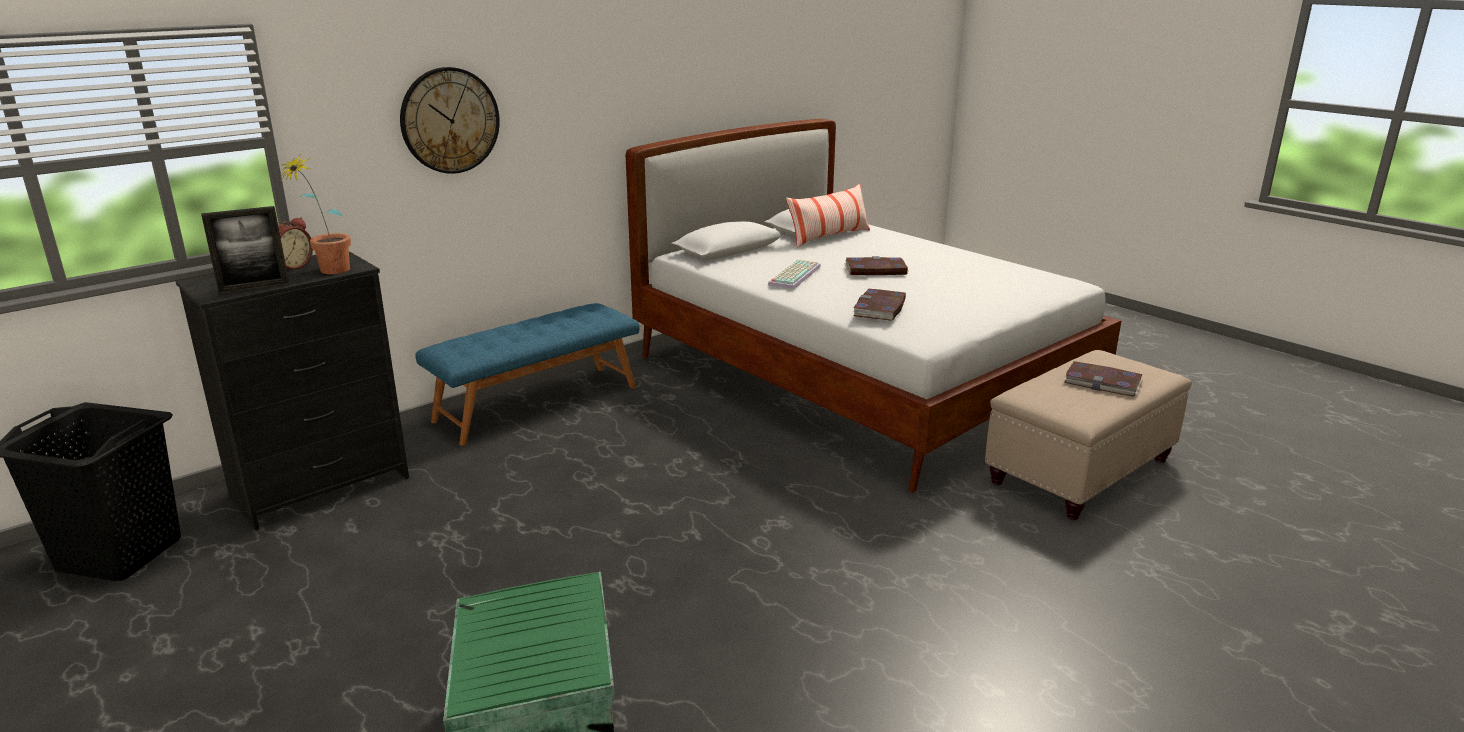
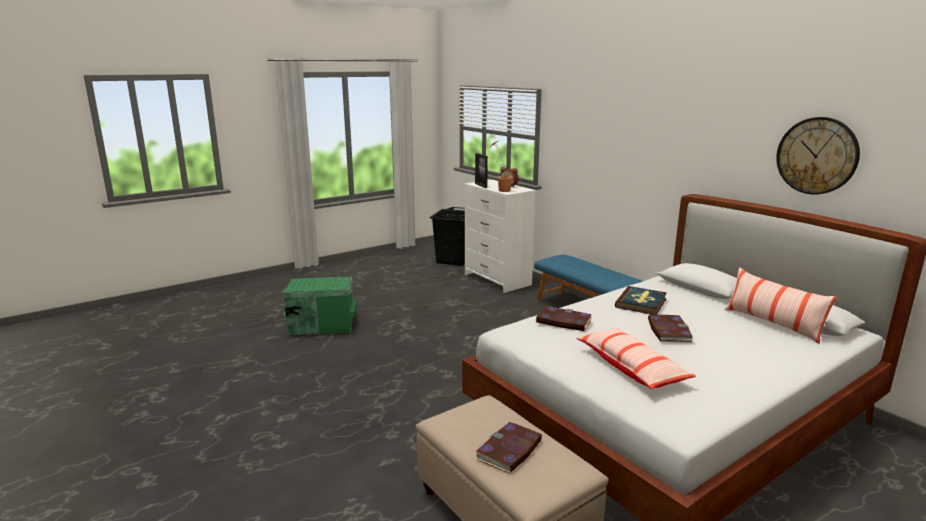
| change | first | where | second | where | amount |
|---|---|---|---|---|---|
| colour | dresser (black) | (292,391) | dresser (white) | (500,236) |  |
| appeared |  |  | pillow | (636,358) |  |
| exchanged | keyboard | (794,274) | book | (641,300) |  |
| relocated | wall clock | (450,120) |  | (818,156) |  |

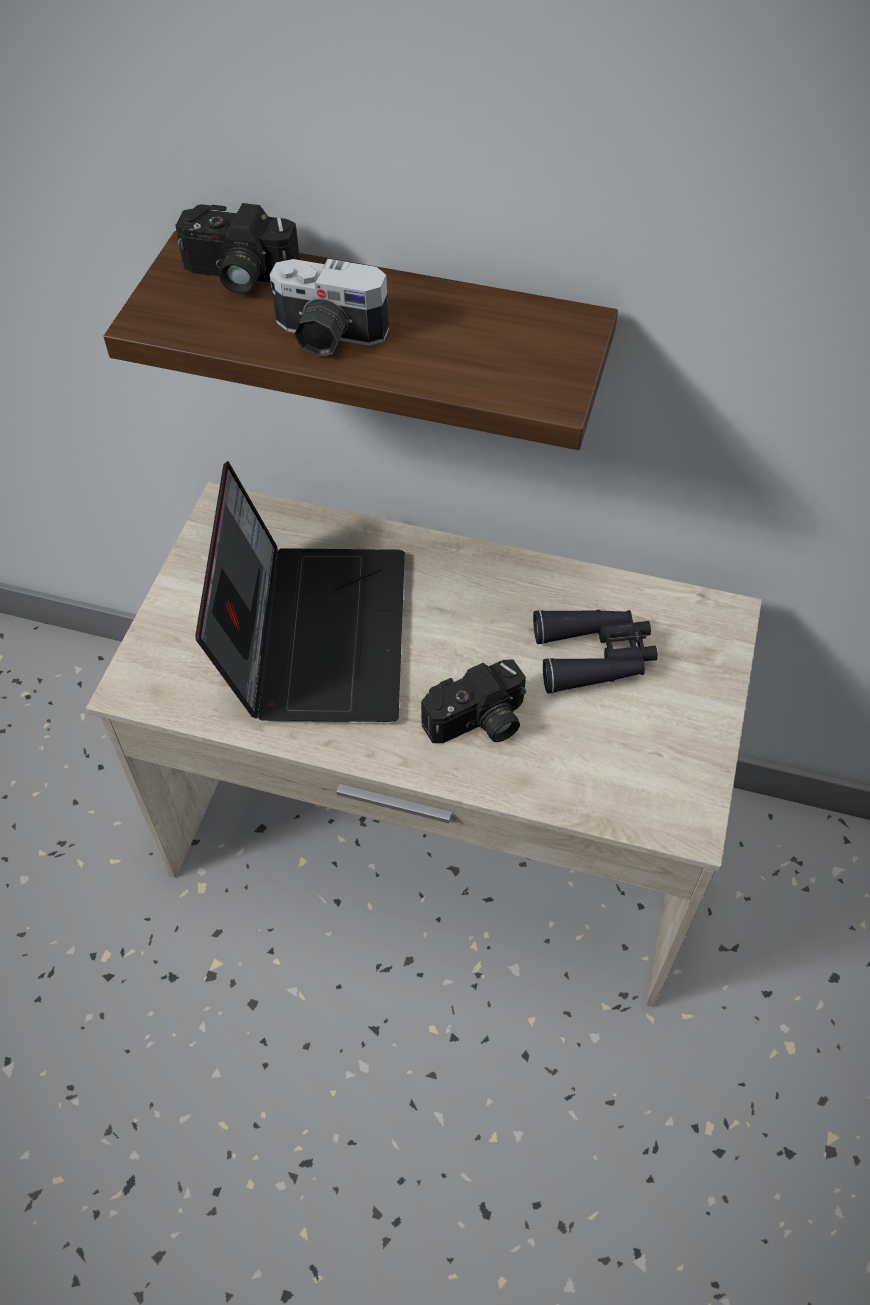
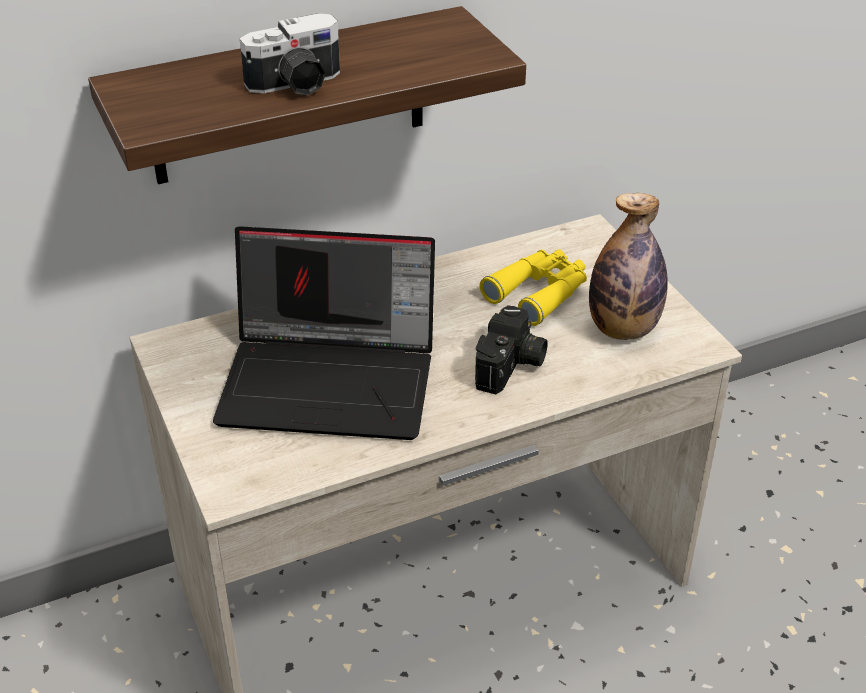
| change | first | where | second | where | amount |
|---|---|---|---|---|---|
| spun | laptop | (300,591) |  | (324,333) | 135 degrees clockwise |
| colour | binoculars (black) | (595,652) | binoculars (yellow) | (533,287) |  |
| appeared |  |  | bottle | (628,266) |  |
| missing | photo camera | (237,248) |  |  |  |

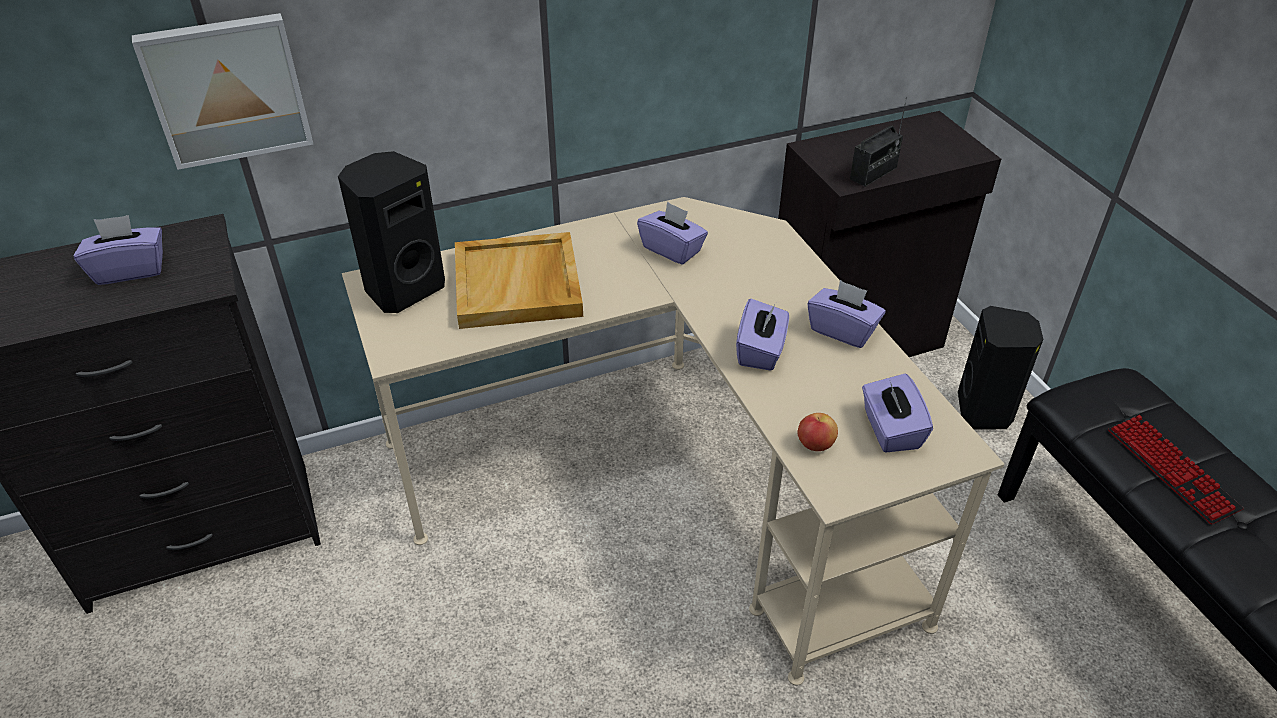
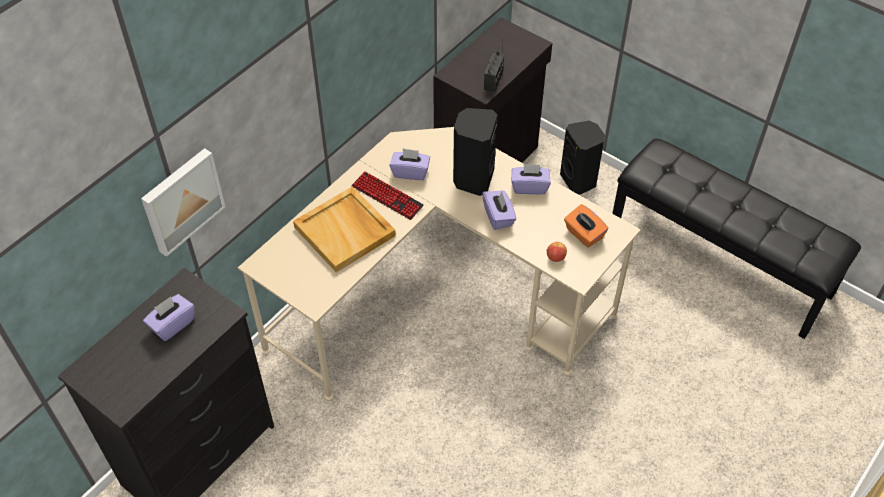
| change | first | where | second | where | amount |
|---|---|---|---|---|---|
| relocated | keyboard | (1176,469) |  | (387,195) |  |
| relocated | speaker (black) | (391,232) |  | (475,152) |  |
| colour | tissue box (purple) | (897,413) | tissue box (orange) | (586,226) |  |

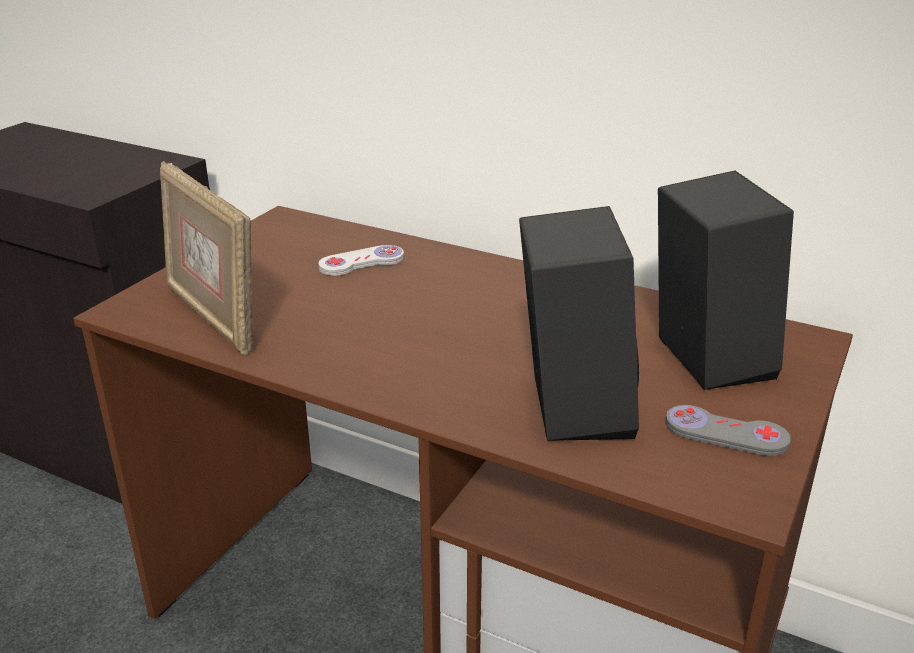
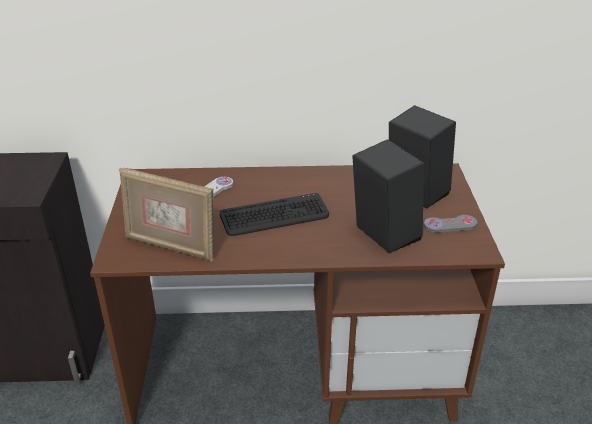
| change | first | where | second | where | amount |
|---|---|---|---|---|---|
| appeared |  |  | keyboard | (274,214) |  |

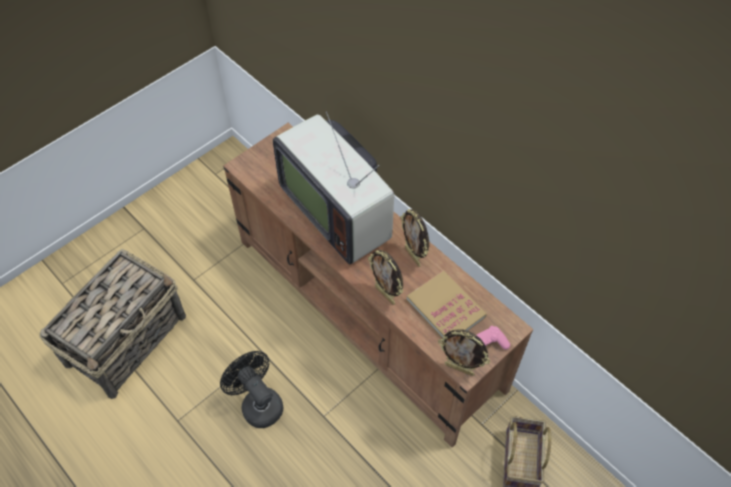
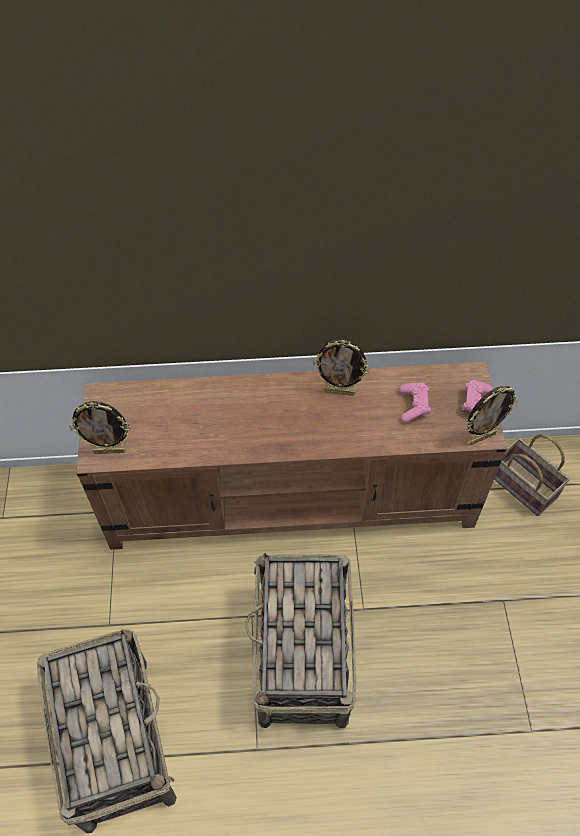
| change | first | where | second | where | amount |
|---|---|---|---|---|---|
| relocated | picture frame | (386,277) |  | (100,427) |  |
| exchanged | fan (black) | (251,389) | basket | (300,640) |  |
| exchanged | book | (447,304) | game controller (pink) | (415,403) |  |
| missing | television | (333,187) |  |  |  |

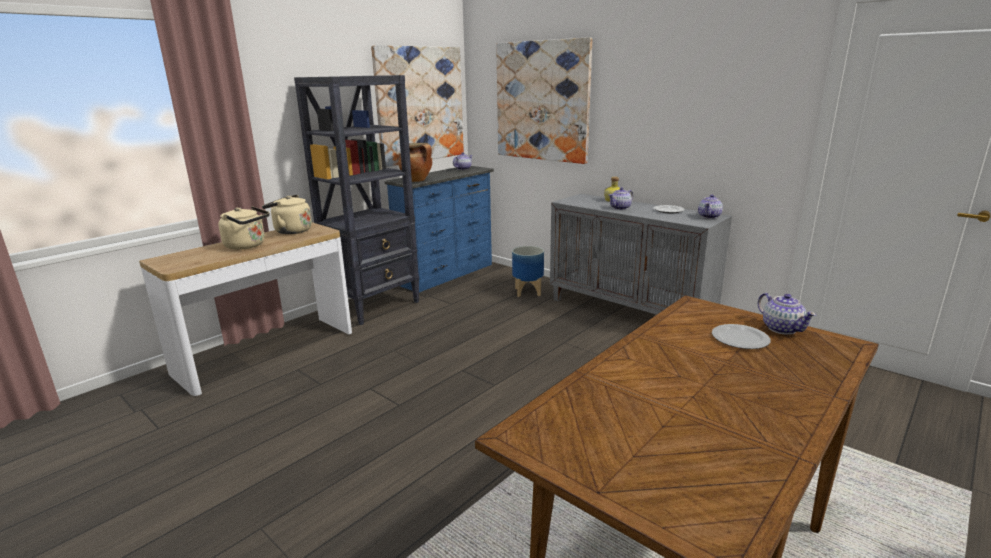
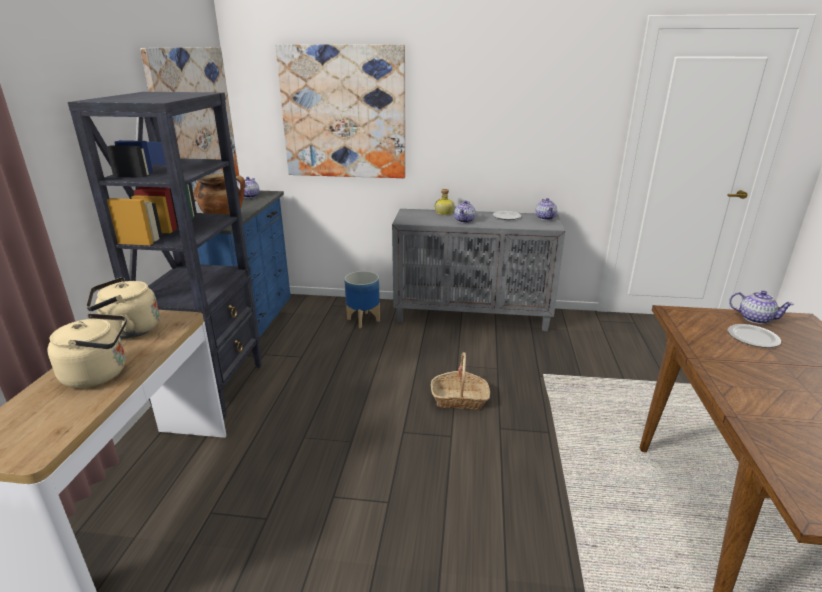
| change | first | where | second | where | amount |
|---|---|---|---|---|---|
| appeared |  |  | basket | (460,380) |  |

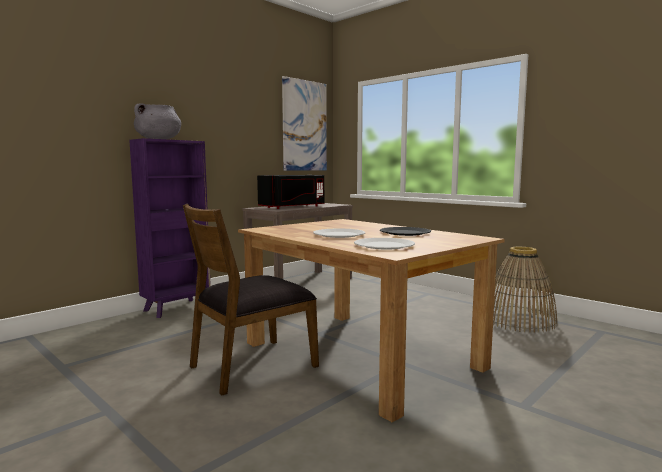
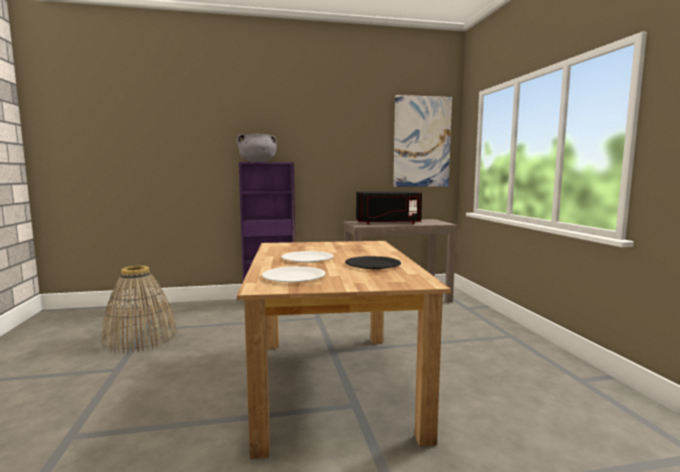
| change | first | where | second | where | amount |
|---|---|---|---|---|---|
| relocated | basket | (525,290) |  | (139,309) |  |
| missing | chair (brown) | (251,299) |  |  |  |

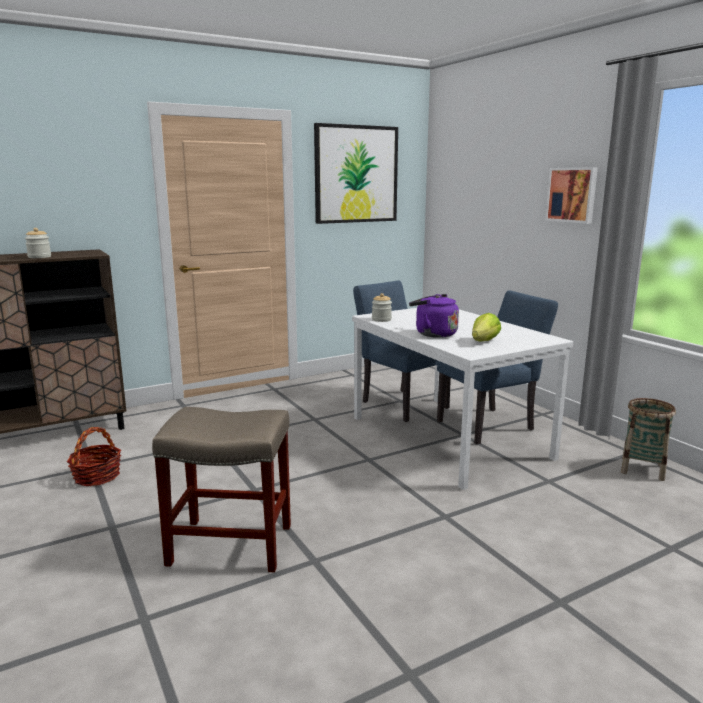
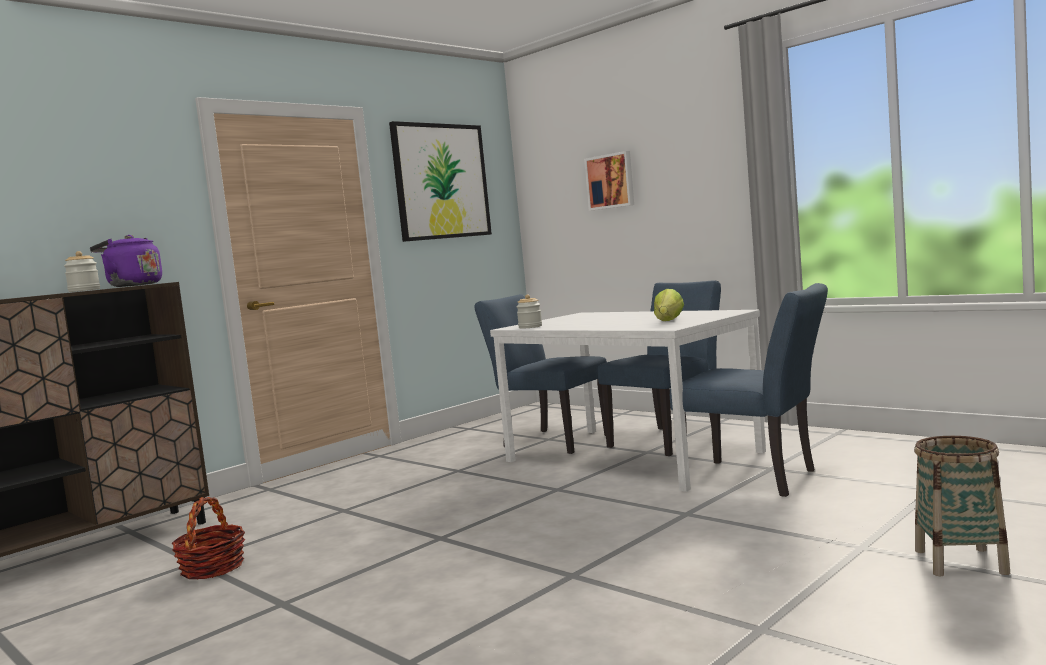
| change | first | where | second | where | amount |
|---|---|---|---|---|---|
| relocated | kettle (purple) | (434,316) |  | (126,261) |  |
| relocated | picture | (571,195) |  | (609,181) |  |
| appeared |  |  | chair (blue) | (749,390) |  |
| relocated | basket | (648,439) |  | (962,506) |  |
| missing | stool (beige) | (221,489) |  |  |  |

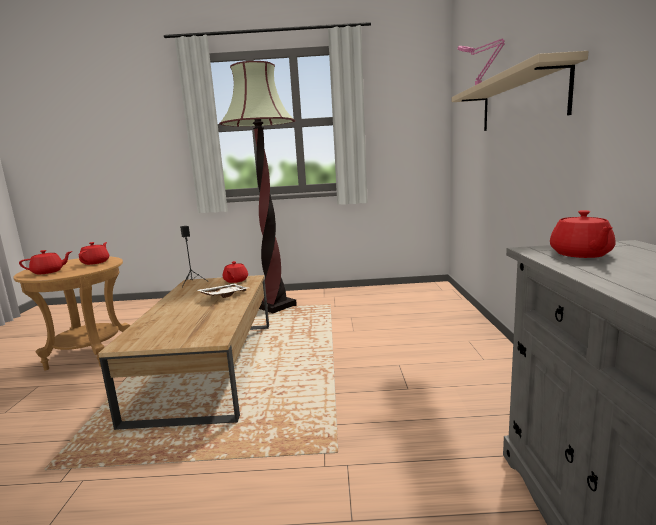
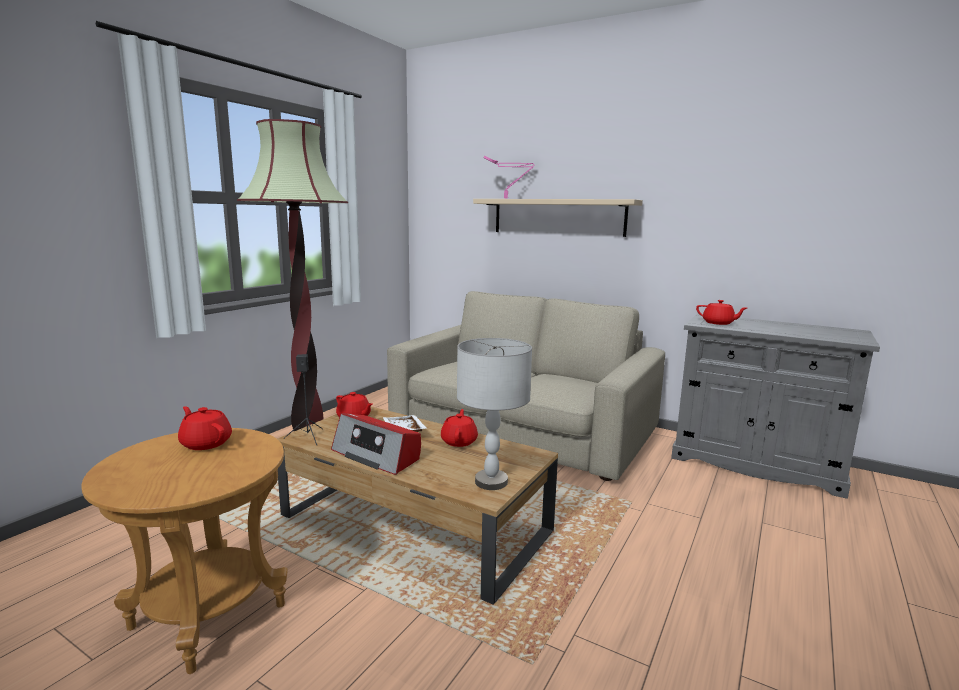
| change | first | where | second | where | amount |
|---|---|---|---|---|---|
| appeared |  |  | radio | (376,444) |  |
| appeared |  |  | sofa (beige) | (526,386) |  |
| relocated | teapot (red) | (45,262) |  | (459,428) |  |
| appeared |  |  | table lamp (grey) | (494,414) |  |

